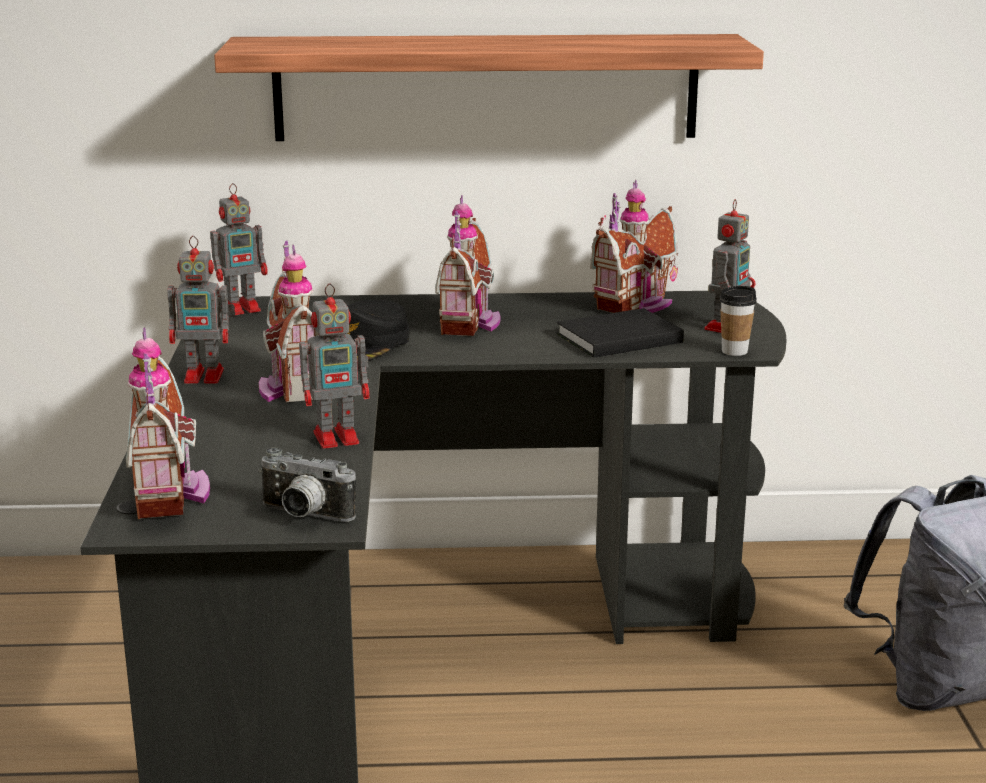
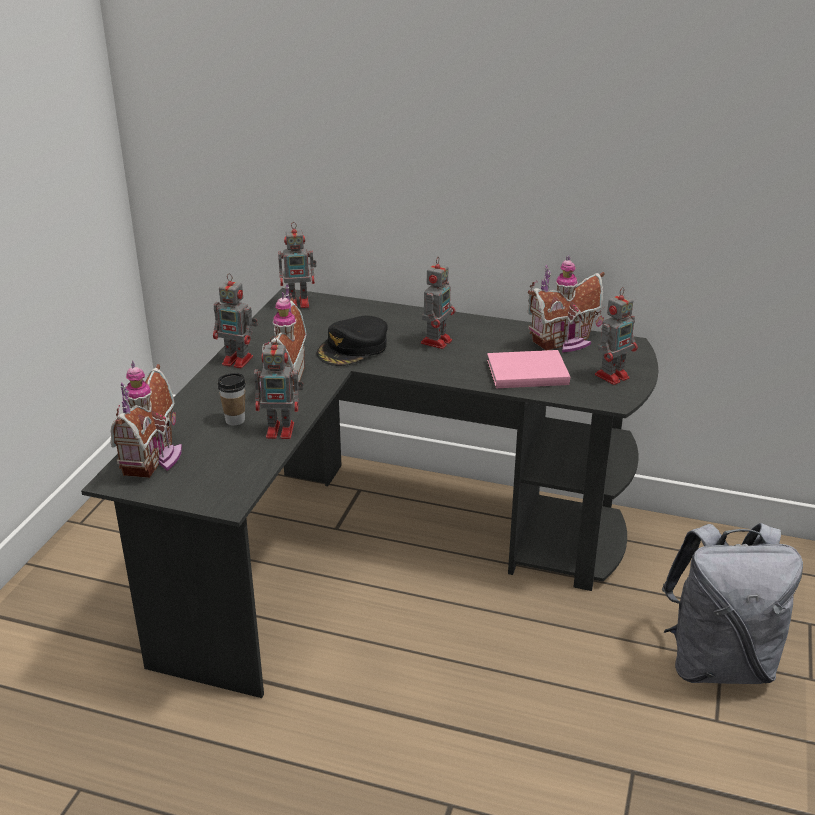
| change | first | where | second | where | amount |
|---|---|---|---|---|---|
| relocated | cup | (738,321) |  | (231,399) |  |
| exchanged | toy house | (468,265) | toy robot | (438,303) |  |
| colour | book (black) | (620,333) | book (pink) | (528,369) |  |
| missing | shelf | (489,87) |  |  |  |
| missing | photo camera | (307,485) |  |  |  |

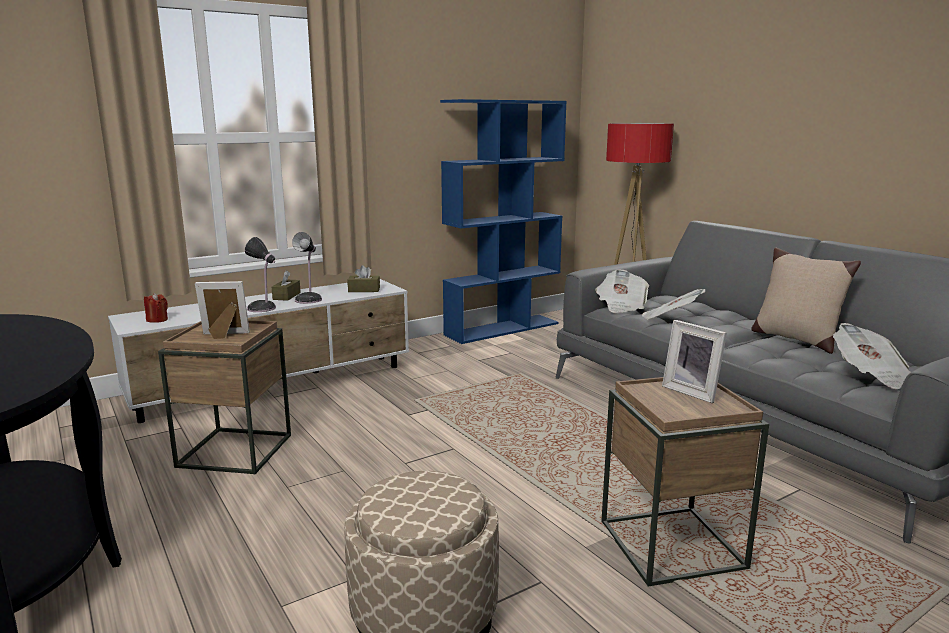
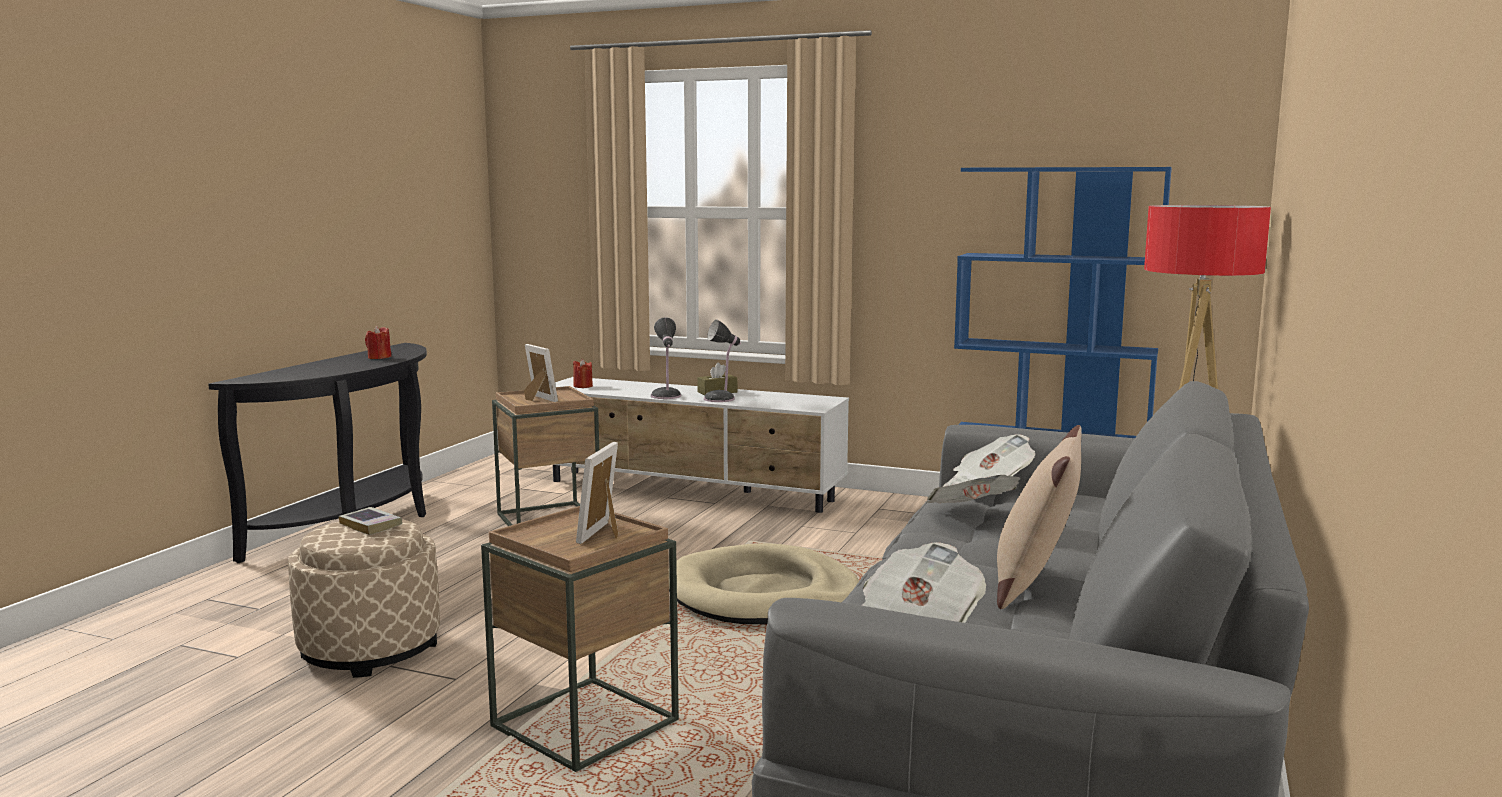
| change | first | where | second | where | amount |
|---|---|---|---|---|---|
| appeared |  |  | book | (370,521) |  |
| appeared |  |  | candle (red) | (378,342) |  |
| appeared |  |  | dog bed (beige) | (764,583) |  |
| missing | tissue box (brown) | (363,278) |  |  |  |

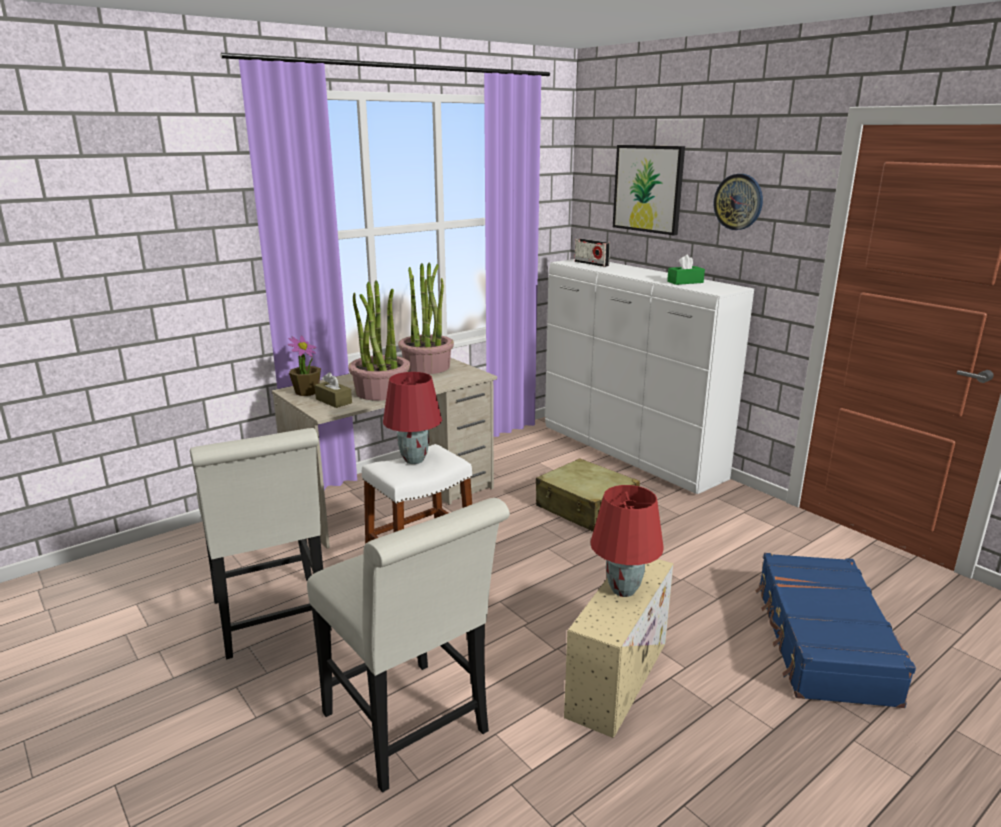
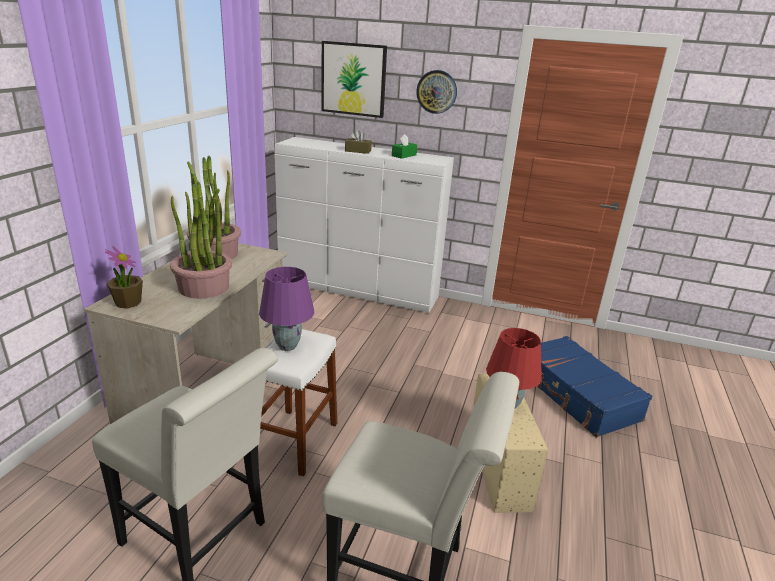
| change | first | where | second | where | amount |
|---|---|---|---|---|---|
| colour | table lamp (red) | (412,418) | table lamp (purple) | (286,309) |  |
| relocated | tissue box (brown) | (333,390) |  | (358,142) |  |
| missing | suitcase (beige) | (588,495) |  |  |  |
| missing | radio | (592,253) |  |  |  |

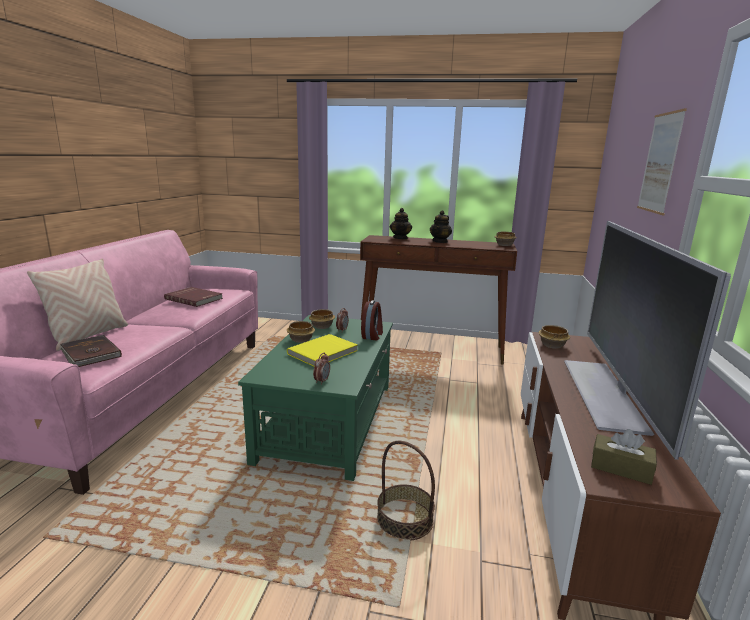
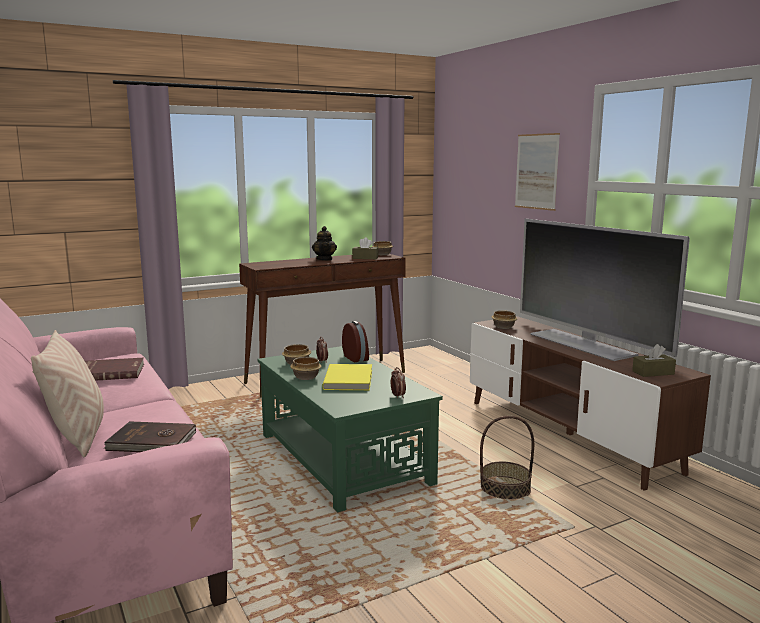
| change | first | where | second | where | amount |
|---|---|---|---|---|---|
| appeared |  |  | tissue box (brown) | (365,248) |  |
| missing | teapot | (401,223) |  |  |  |

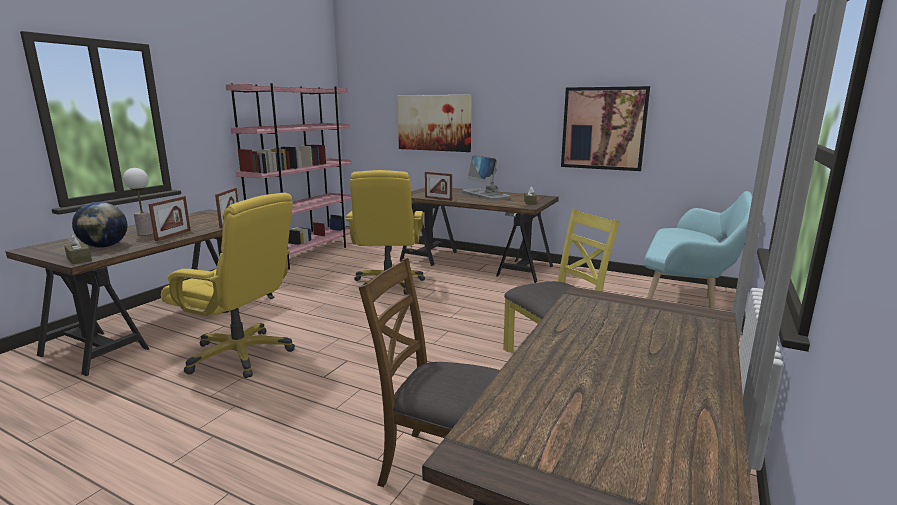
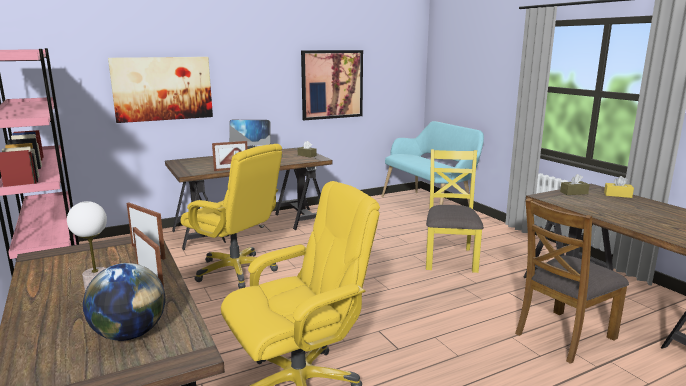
| change | first | where | second | where | amount |
|---|---|---|---|---|---|
| relocated | tissue box (brown) | (78,249) |  | (575,184) |  |
| appeared |  |  | tissue box (yellow) | (619,187) |  |

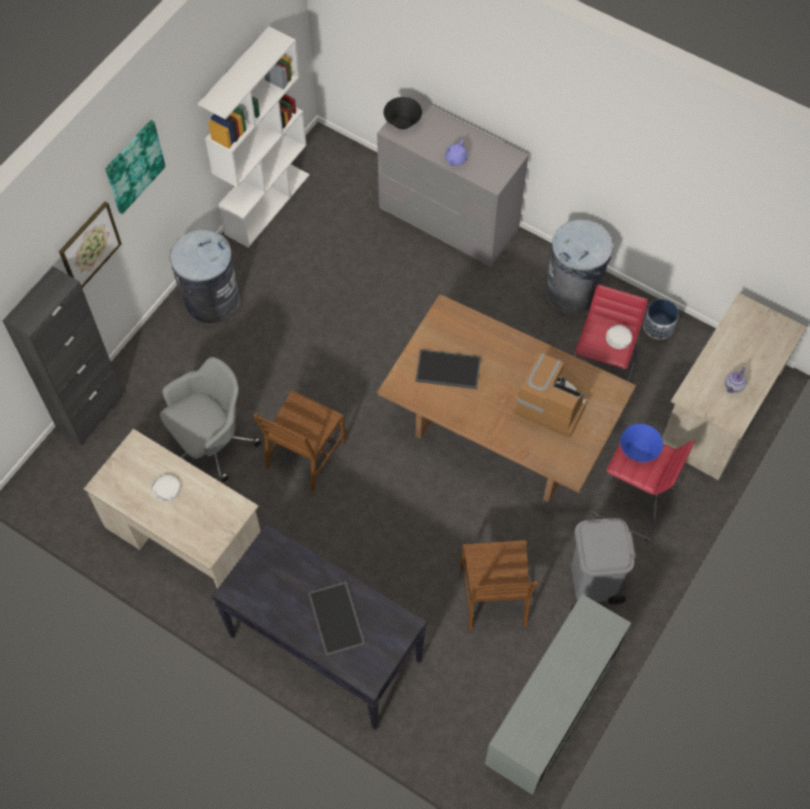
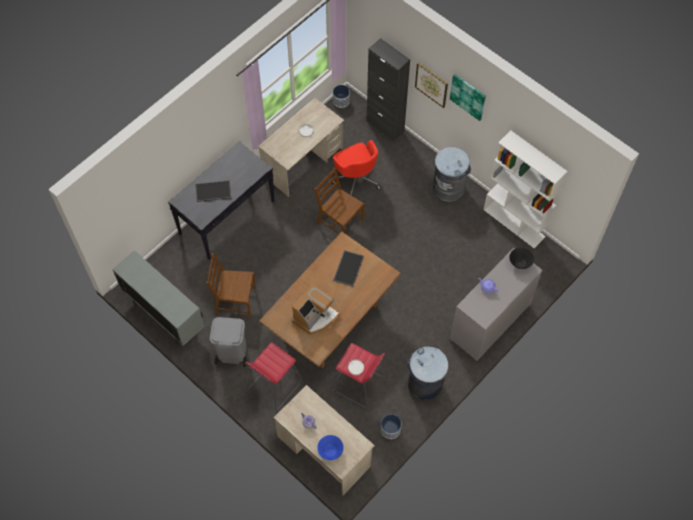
| change | first | where | second | where | amount |
|---|---|---|---|---|---|
| relocated | bowl (blue) | (641,443) |  | (330,447) |  |
| colour | office chair (grey) | (210,419) | office chair (red) | (356,167) |  |
| appeared |  |  | planter | (341,96) |  |

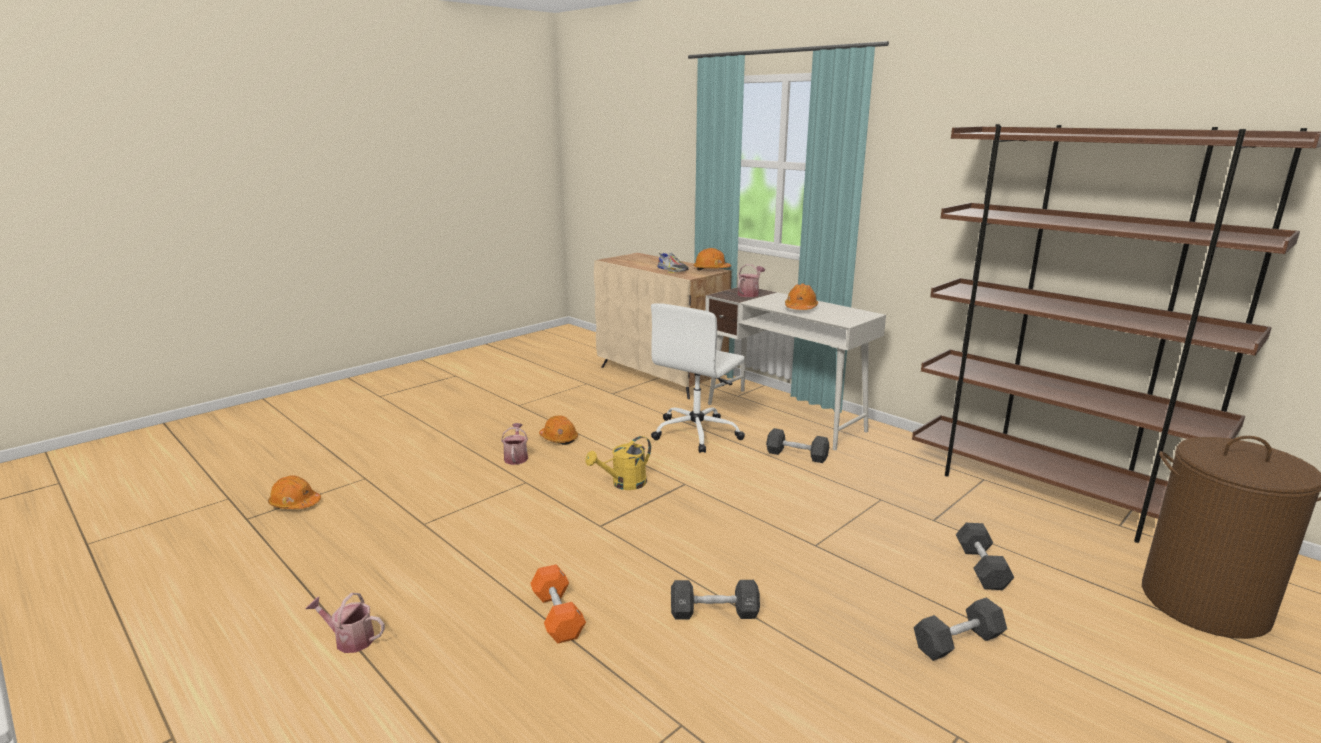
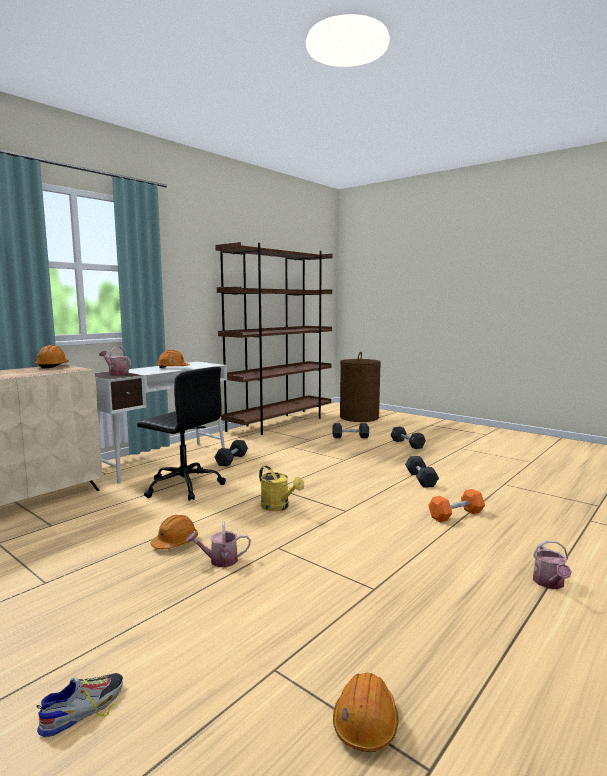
| change | first | where | second | where | amount |
|---|---|---|---|---|---|
| relocated | shoe | (673,262) |  | (79,705) |  |
| colour | office chair (white) | (698,378) | office chair (black) | (181,434) |  |

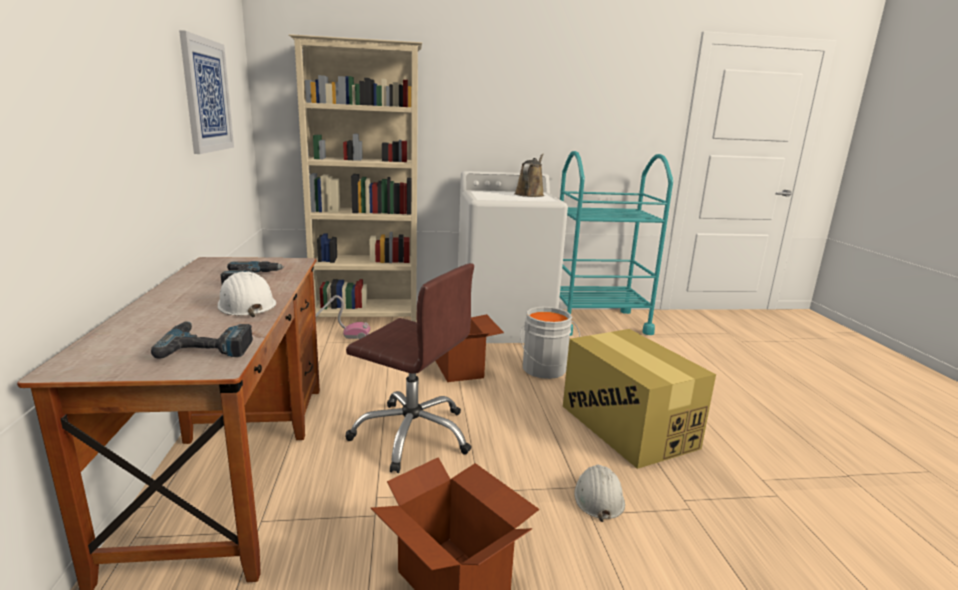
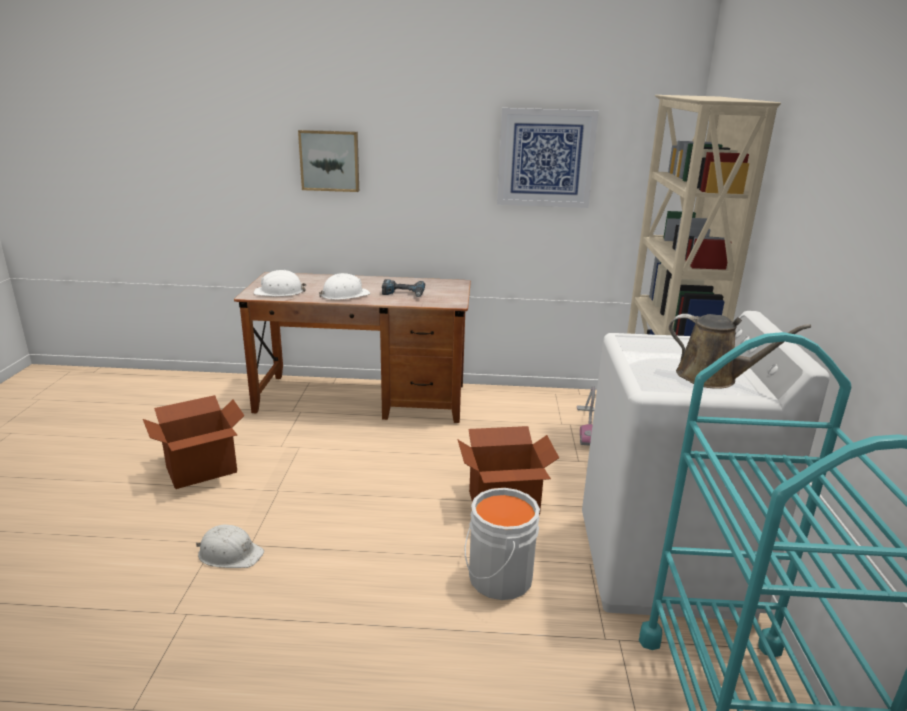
| change | first | where | second | where | amount |
|---|---|---|---|---|---|
| exchanged | power drill | (202,340) | hard hat (white) | (280,283) |  |
| appeared |  |  | picture | (328,161) |  |
| missing | office chair (brown) | (410,368) |  |  |  |
| missing | cardboard box | (639,399) |  |  |  |

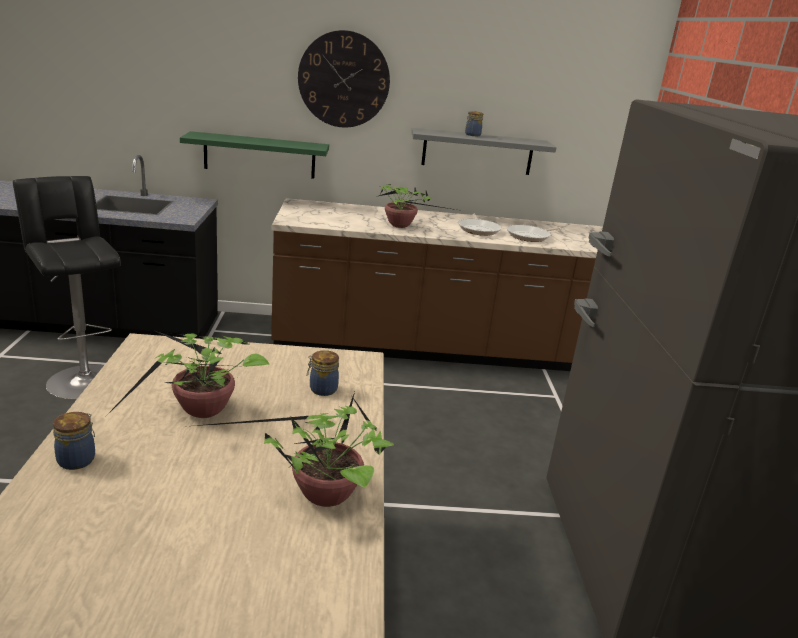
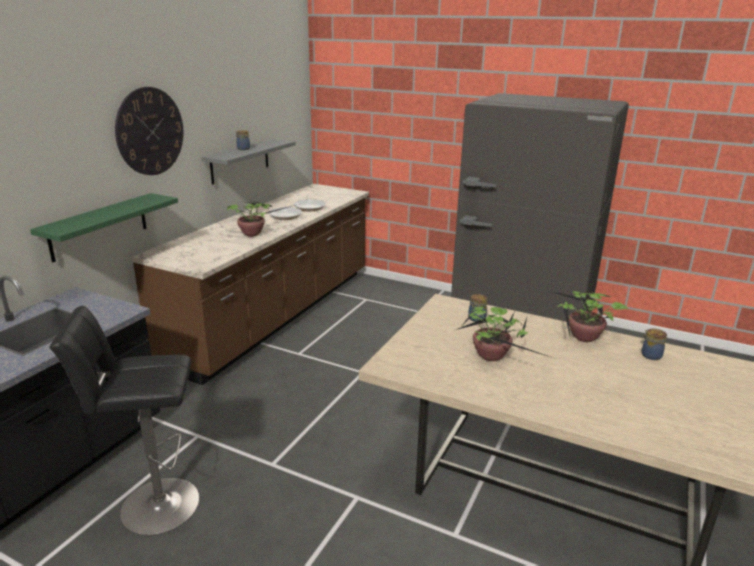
| change | first | where | second | where | amount |
|---|---|---|---|---|---|
| relocated | jar | (74,441) |  | (654,344) |  |

